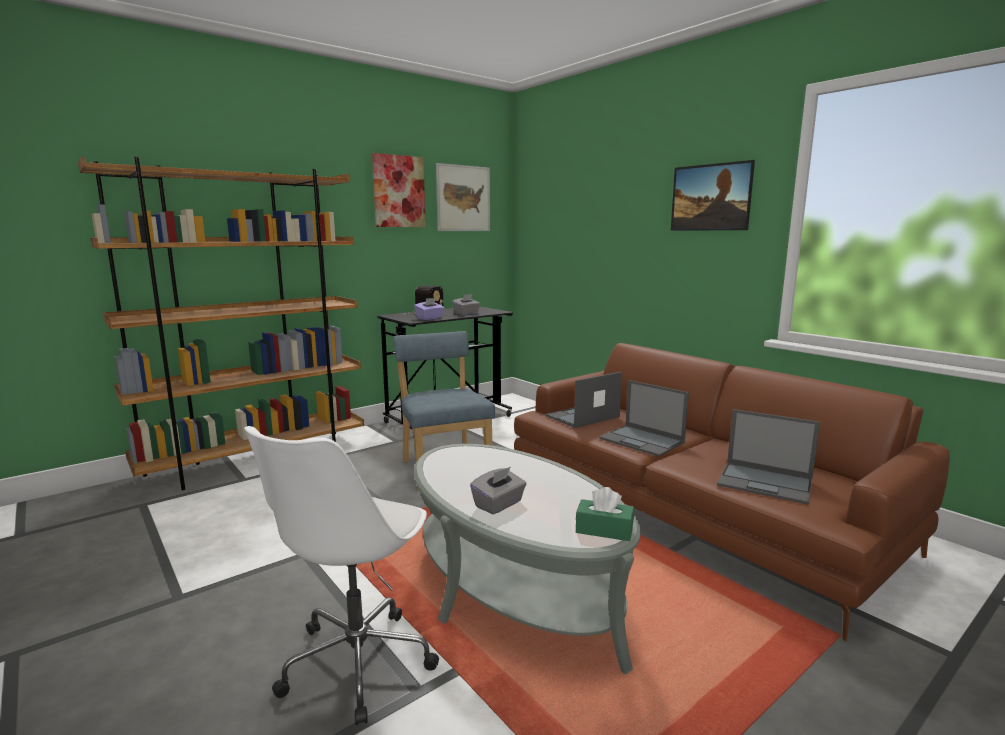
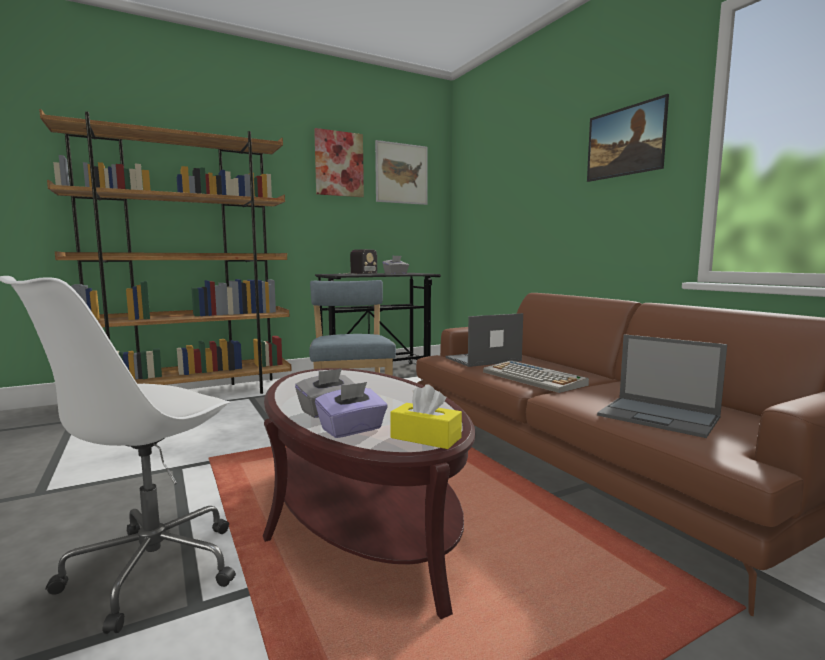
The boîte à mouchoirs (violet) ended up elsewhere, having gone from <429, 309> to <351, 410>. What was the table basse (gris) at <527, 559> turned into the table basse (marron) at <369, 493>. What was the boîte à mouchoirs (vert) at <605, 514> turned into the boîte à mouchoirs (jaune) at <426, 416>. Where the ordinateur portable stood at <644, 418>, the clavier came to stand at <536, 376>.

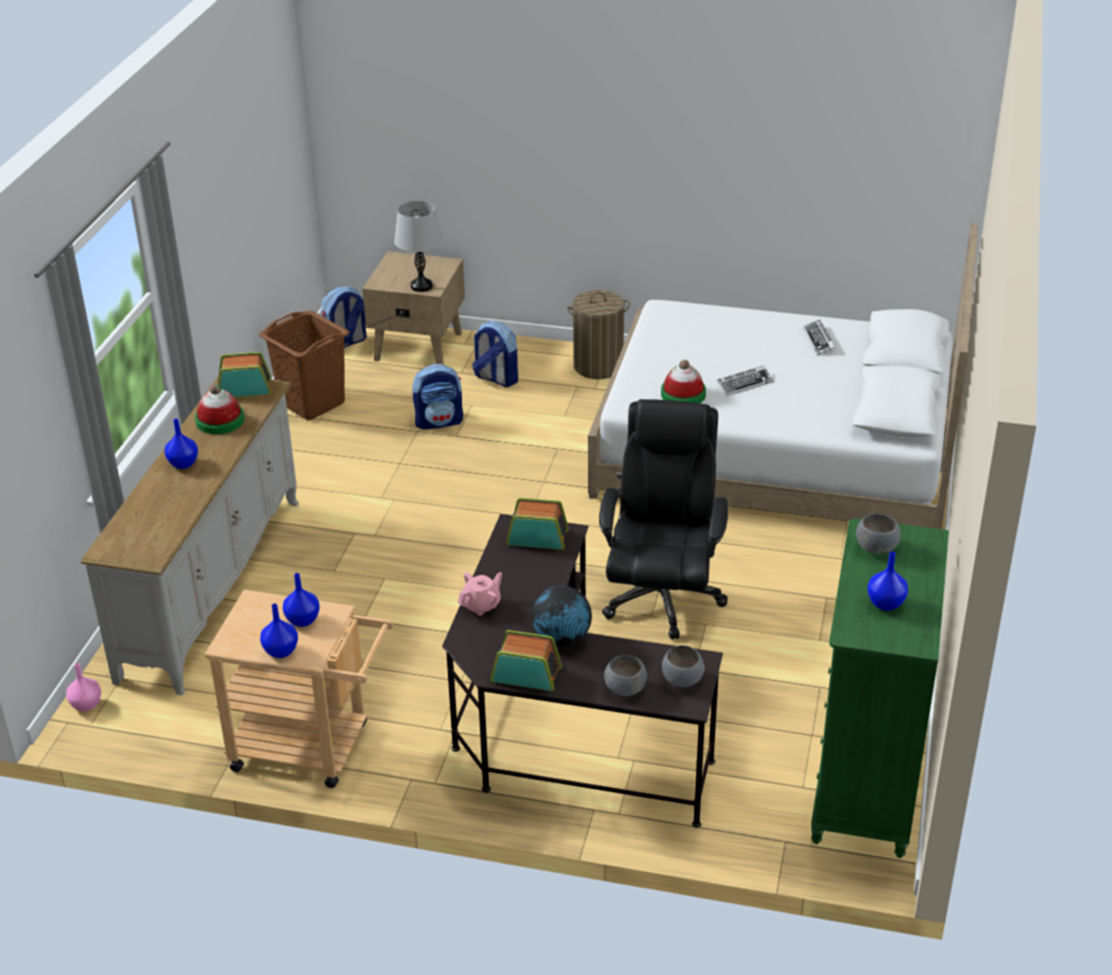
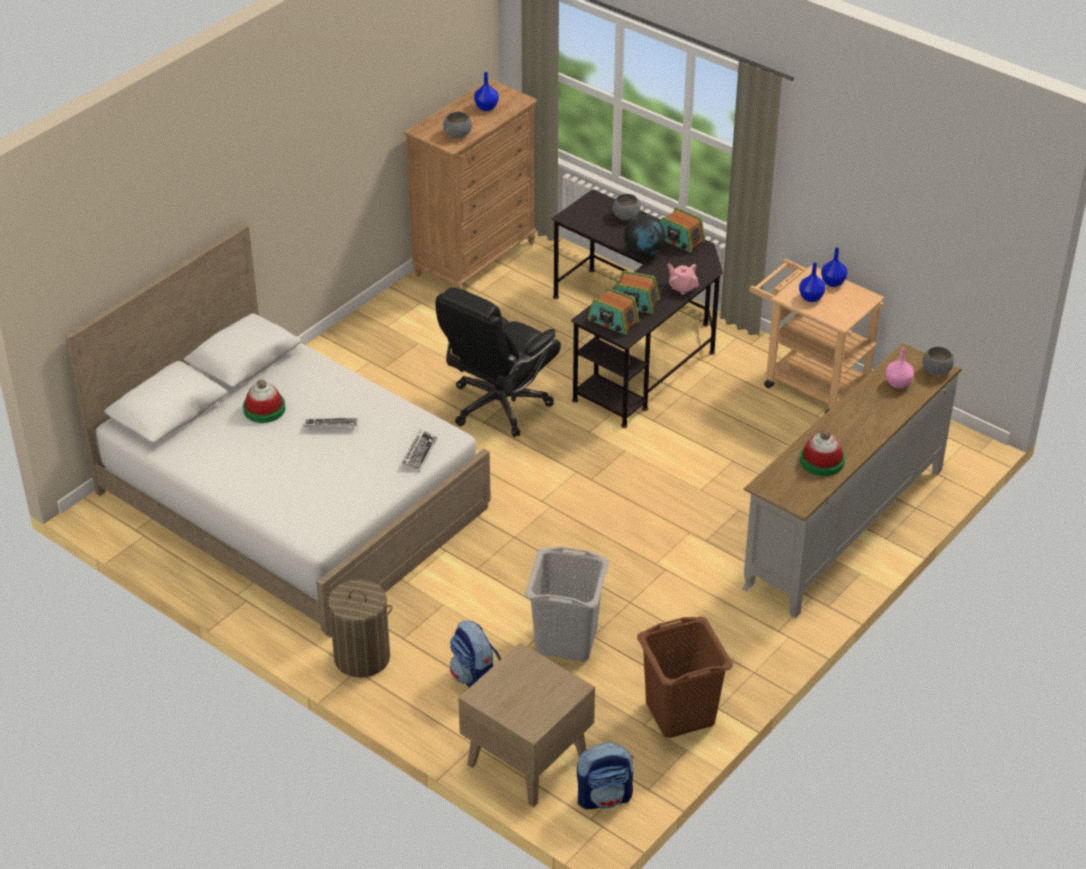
The vase (rose) ended up elsewhere, having gone from <83, 687> to <900, 367>. The second view lost the vase (bleu) at <181, 444>. The radio ended up elsewhere, having gone from <245, 374> to <637, 292>. The second view lost the lampe de table (gris) at <418, 246>. Where the sac à dos stood at <437, 397>, the panier à linge (gris) came to stand at <567, 603>. The théière (rose) at <480, 594> ended up facing another way, 60 degrees clockwise from before. The chapeau ended up elsewhere, having gone from <683, 382> to <264, 401>. The bol (gris) ended up elsewhere, having gone from <683, 666> to <938, 361>. The clavier ended up elsewhere, having gone from <819, 338> to <420, 450>. What was the commode (vert) at <880, 688> turned into the commode (marron) at <470, 184>.

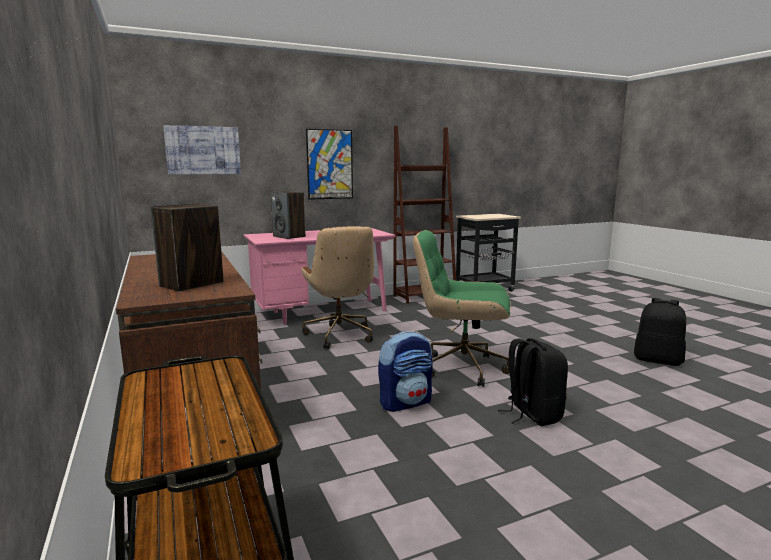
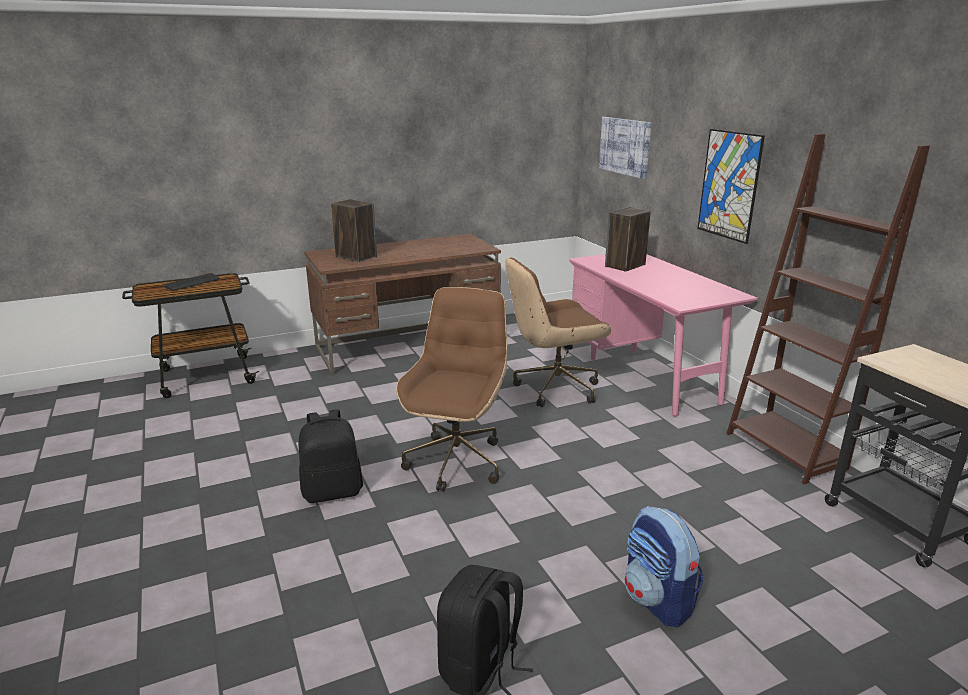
The sac à dos ended up elsewhere, having gone from <405, 371> to <664, 566>. What was the chaise de bureau (vert) at <462, 308> turned into the chaise de bureau (marron) at <451, 389>. The second view gained the clavier at <192, 282>.

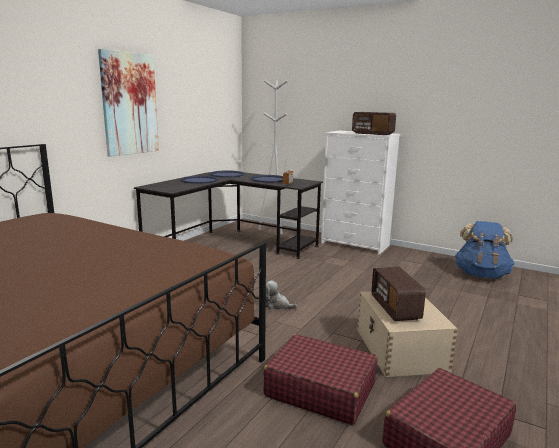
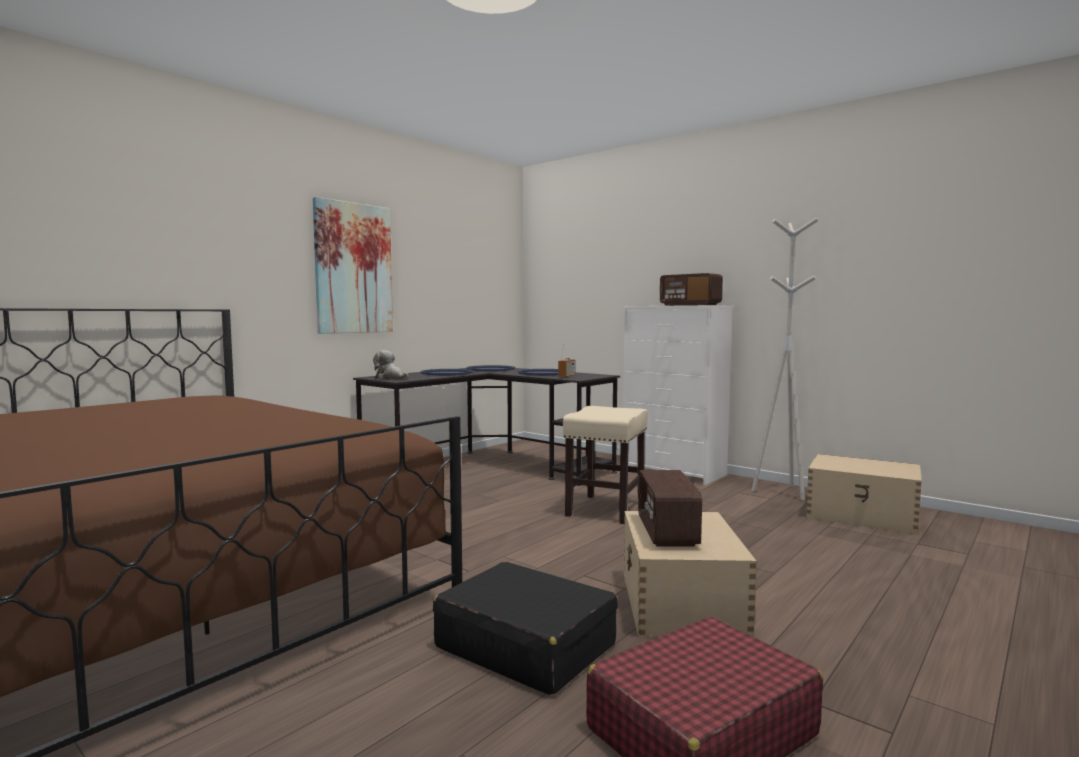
The portant (gris) ended up elsewhere, having gone from <273, 157> to <785, 358>. What was the valise (rouge) at <320, 379> turned into the valise (noir) at <525, 628>. The peluche ended up elsewhere, having gone from <281, 295> to <391, 365>. Where the sac à dos (bleu) stood at <484, 249>, the boîte de rangement (beige) came to stand at <864, 494>. The second view gained the tabouret (beige) at <605, 465>.

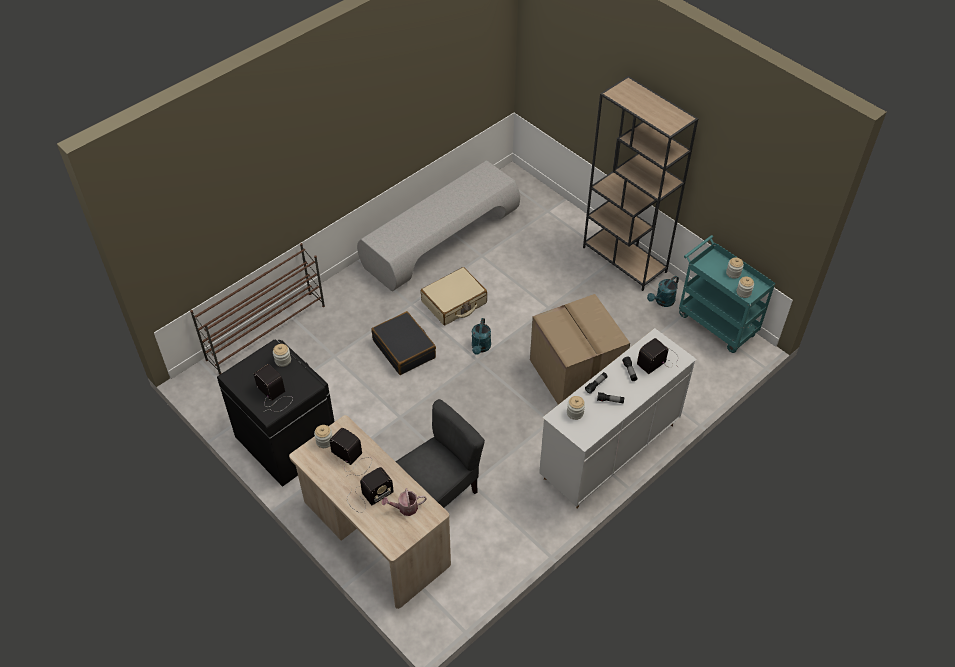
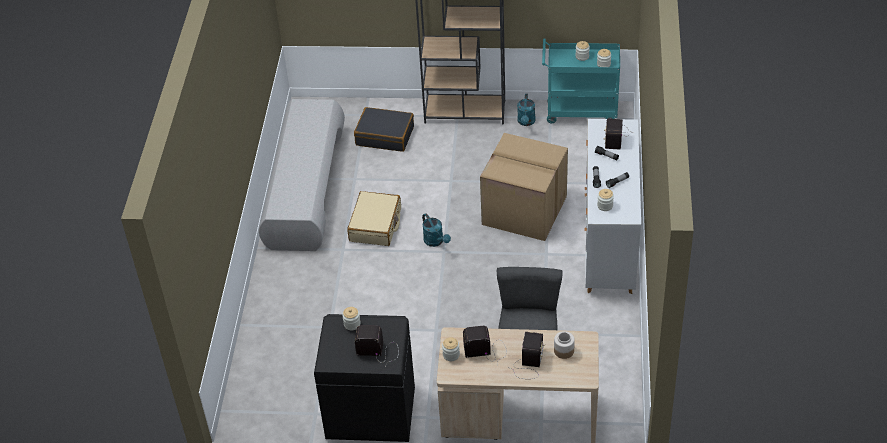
The second view lost the étagère à chaussures (marron) at <257, 309>. The valise (noir) ended up elsewhere, having gone from <403, 343> to <384, 129>. Where the arrosoir stood at <404, 502>, the bocal came to stand at <564, 345>.

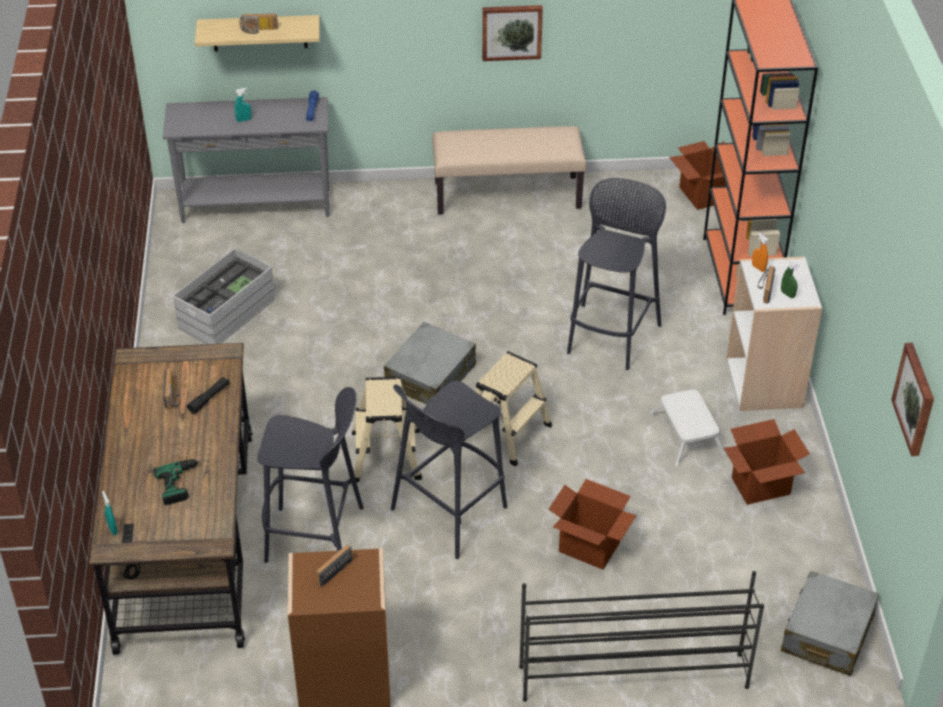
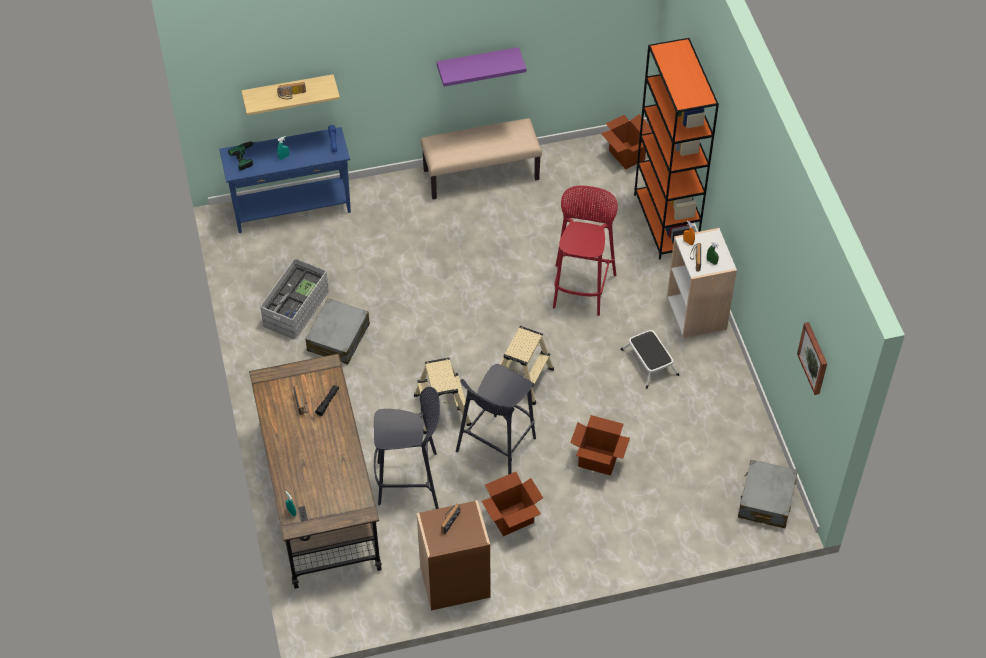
The perceuse ended up elsewhere, having gone from <180, 482> to <242, 156>. What was the table console (gris) at <246, 160> turned into the table console (bleu) at <285, 180>. The valise (gris) ended up elsewhere, having gone from <430, 363> to <338, 331>. Where the tableau hung at <512, 33>, the étagère (violet) came to hang at <481, 67>. The second view lost the étagère à chaussures (noir) at <641, 636>. What was the tabouret (gris) at <616, 274> turned into the tabouret (rouge) at <585, 251>. What was the escabeau (blanc) at <688, 428> turned into the escabeau (noir) at <649, 359>. The carton ended up elsewhere, having gone from <767, 462> to <512, 504>.

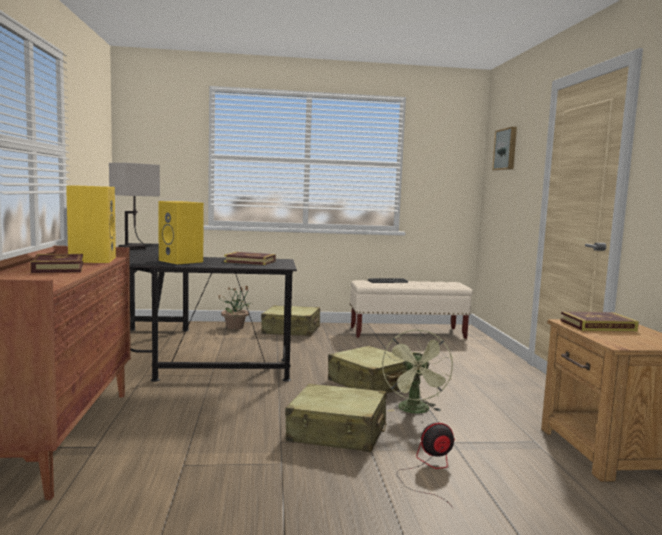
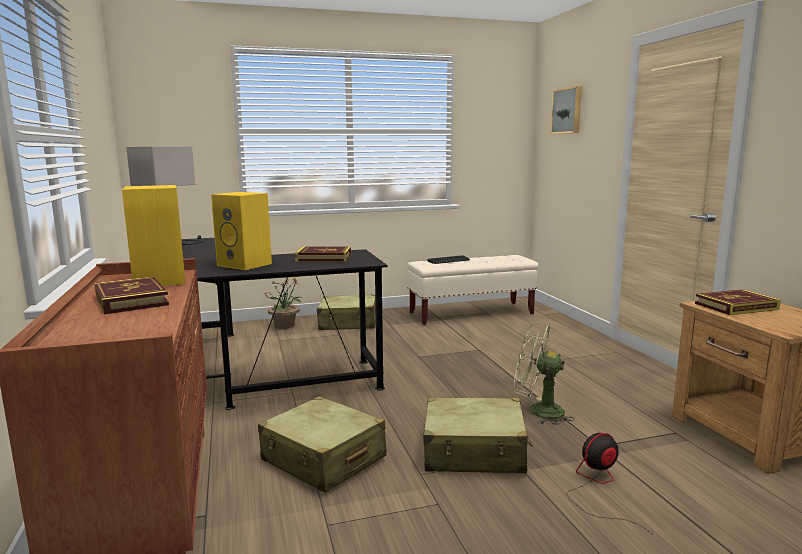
The valise (beige) ended up elsewhere, having gone from <367, 369> to <322, 444>. The ventilateur (vert) at <417, 371> ended up facing another way, 120 degrees clockwise from before.

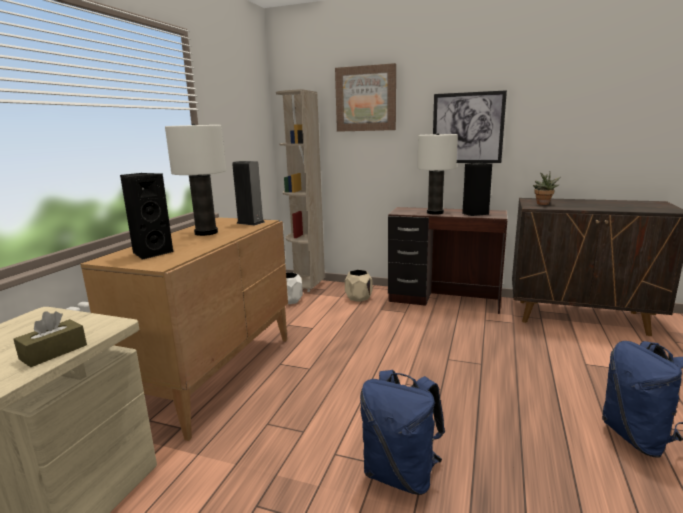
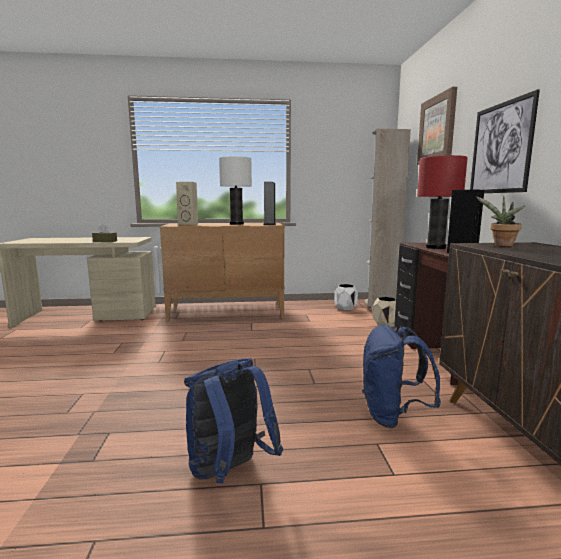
What was the enceinte (noir) at <146, 216> turned into the enceinte (beige) at <187, 203>. The sac à dos (bleu) ended up elsewhere, having gone from <402, 432> to <401, 376>. What was the lampe de table (blanc) at <437, 174> turned into the lampe de table (rouge) at <442, 202>.

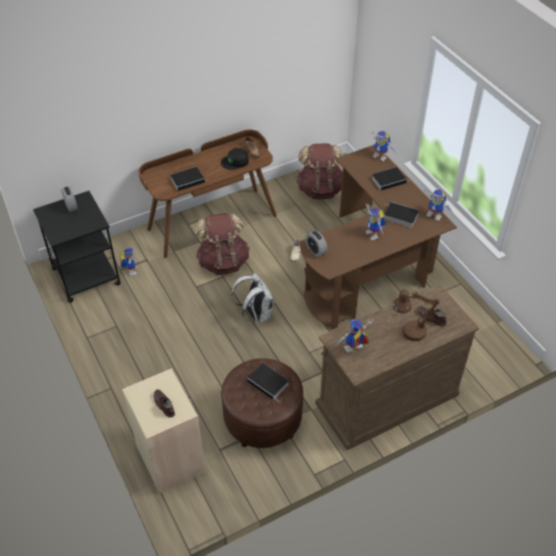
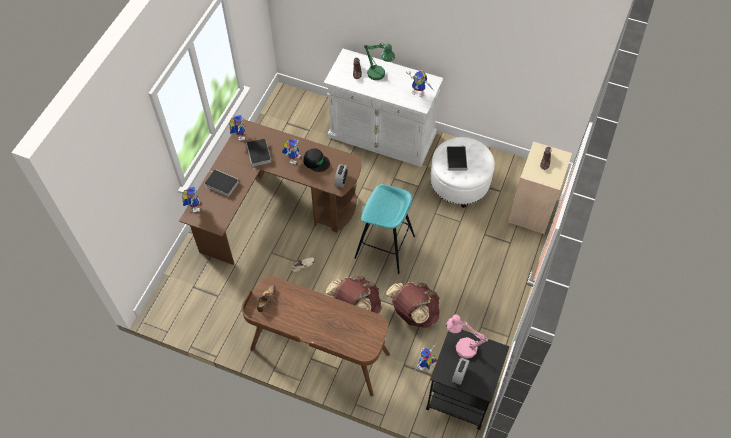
The second view lost the livre at <187, 179>. The casquette (noir) ended up elsewhere, having gone from <235, 159> to <316, 160>. What was the pouf (marron) at <262, 403> turned into the pouf (blanc) at <462, 172>. Where the sac à dos (blanc) stood at <253, 298>, the tabouret (turquoise) came to stand at <385, 229>. The sac à dos (marron) ended up elsewhere, having gone from <319, 171> to <413, 305>. What was the commode (marron) at <397, 367> turned into the commode (blanc) at <383, 108>. What was the lampe de table (marron) at <416, 315> turned into the lampe de table (vert) at <379, 61>. The second view gained the lampe de table (rose) at <467, 336>.

